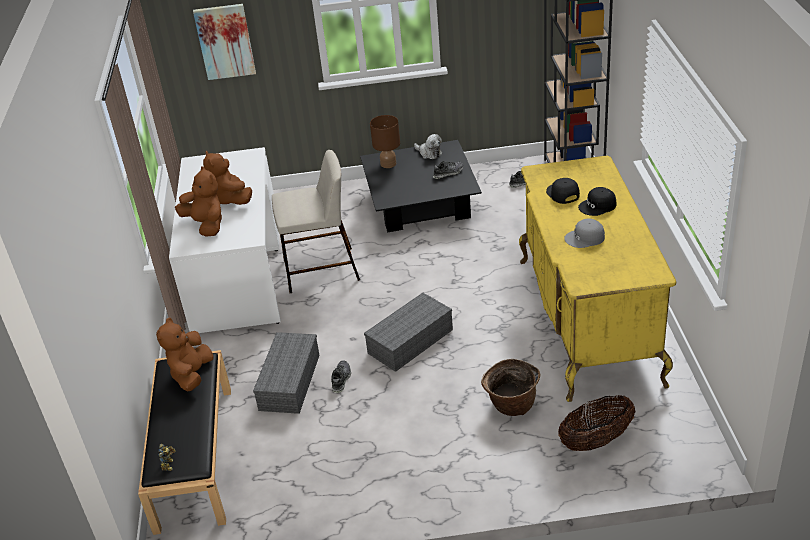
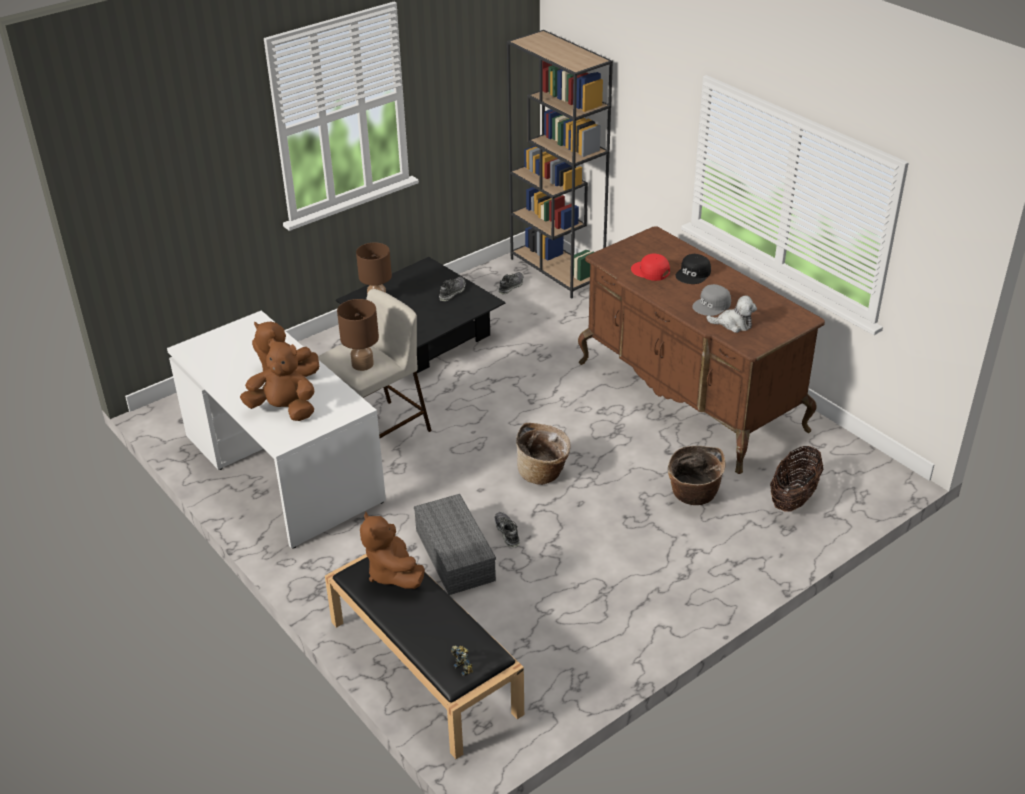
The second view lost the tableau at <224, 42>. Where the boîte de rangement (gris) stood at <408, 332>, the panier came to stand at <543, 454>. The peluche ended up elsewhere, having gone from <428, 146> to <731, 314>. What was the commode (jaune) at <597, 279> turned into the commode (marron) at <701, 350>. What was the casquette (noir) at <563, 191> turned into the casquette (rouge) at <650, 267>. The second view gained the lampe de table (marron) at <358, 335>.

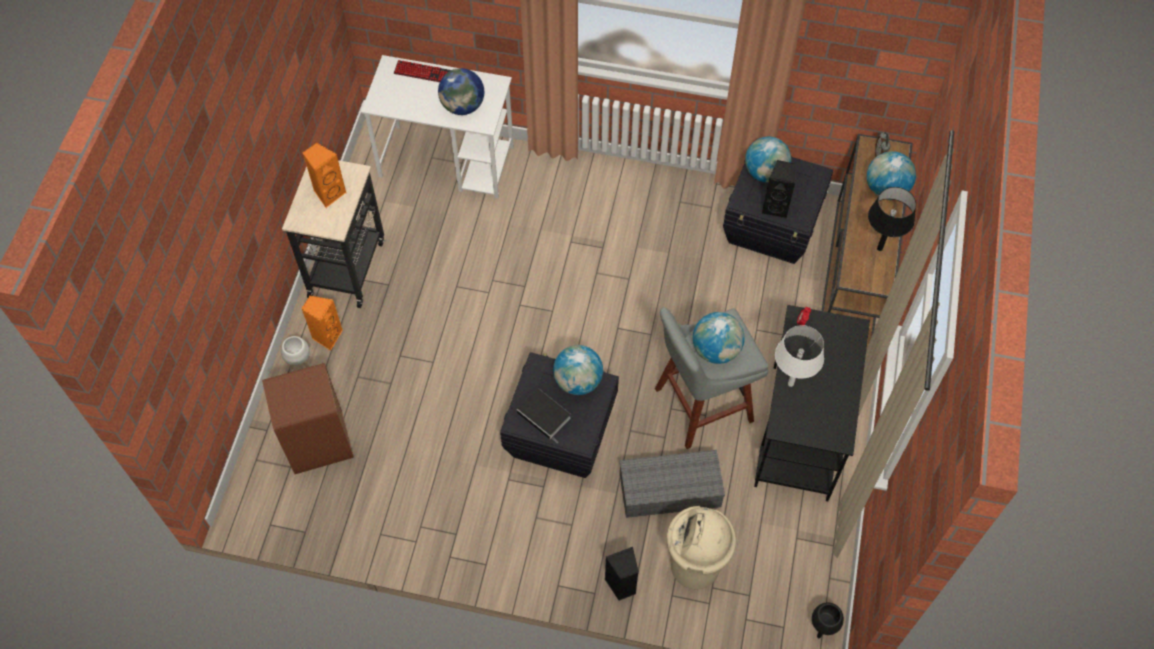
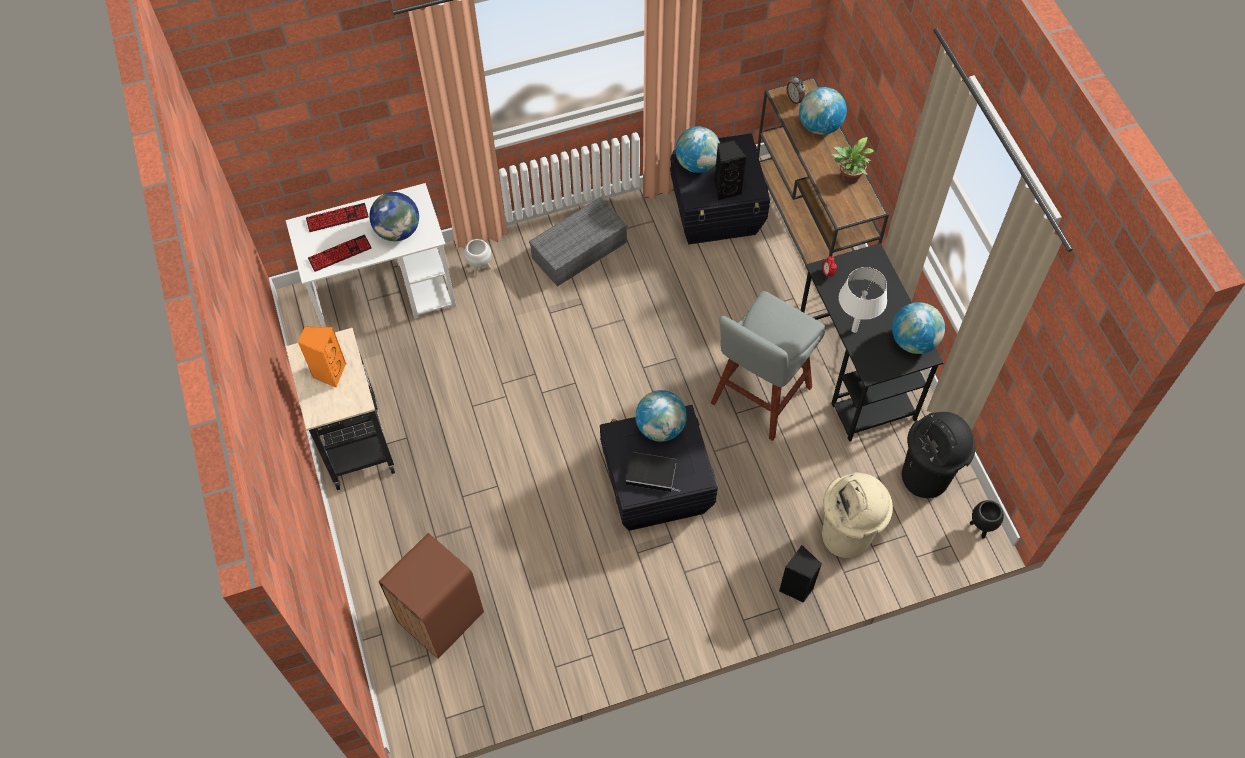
The cache-pot (blanc) ended up elsewhere, having gone from <295, 353> to <477, 257>. The second view lost the enceinte (orange) at <322, 323>. The boîte de rangement (gris) ended up elsewhere, having gone from <672, 484> to <578, 242>. The globe ended up elsewhere, having gone from <719, 338> to <918, 328>. Where the lampe de table (noir) stood at <892, 219>, the plante en pot came to stand at <852, 160>. The second view gained the clavier at <340, 253>. The second view gained the poubelle (noir) at <938, 455>.

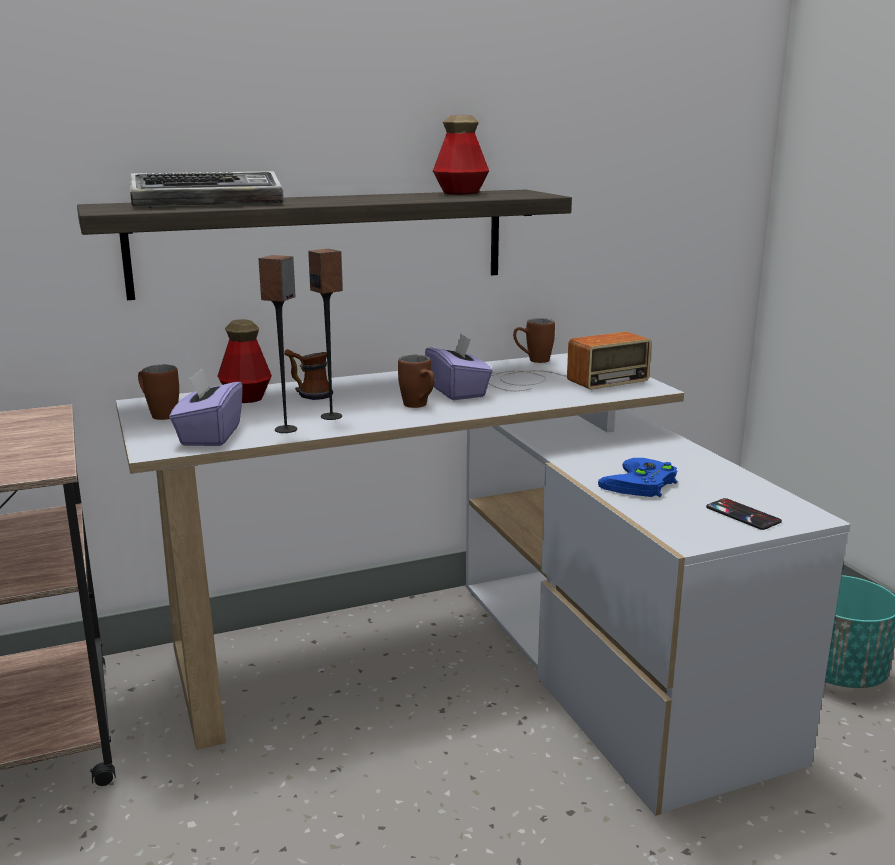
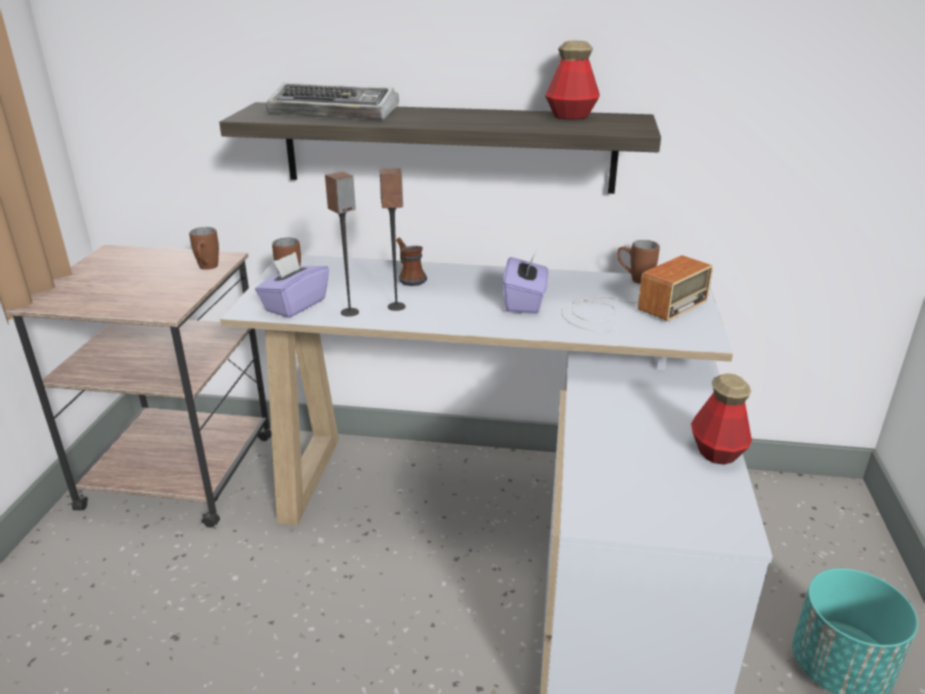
The bouteille ended up elsewhere, having gone from <245, 361> to <721, 419>. The mug (marron) ended up elsewhere, having gone from <416, 381> to <204, 248>. The radio at <570, 361> ended up facing another way, 45 degrees counterclockwise from before. The second view lost the manette (bleu) at <637, 477>. The second view lost the téléphone at <744, 514>.

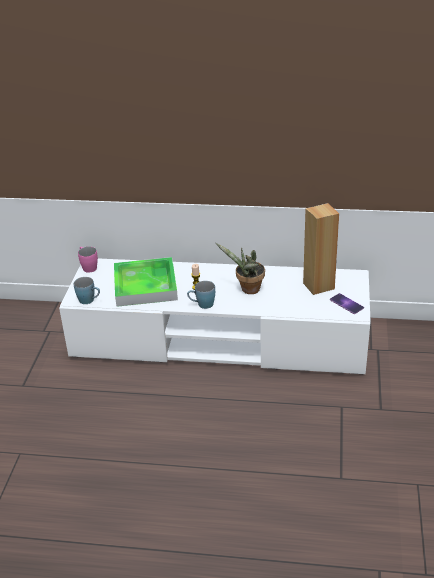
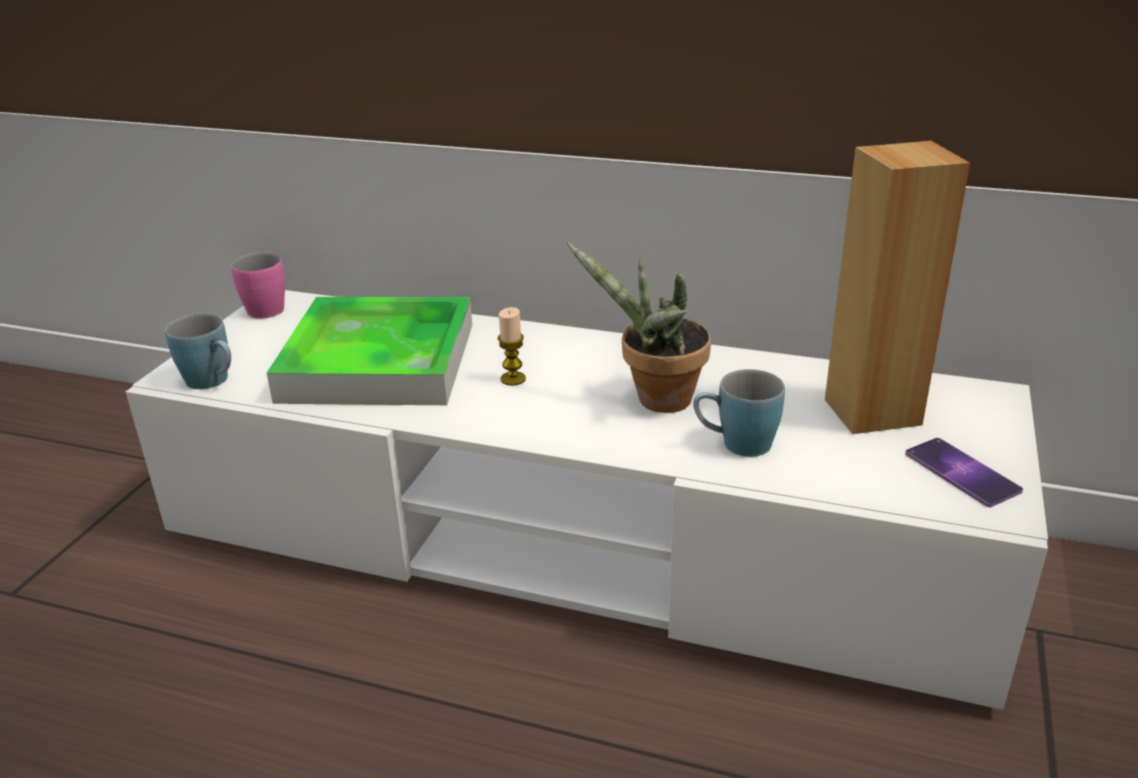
The mug (bleu) ended up elsewhere, having gone from <201, 295> to <739, 413>.

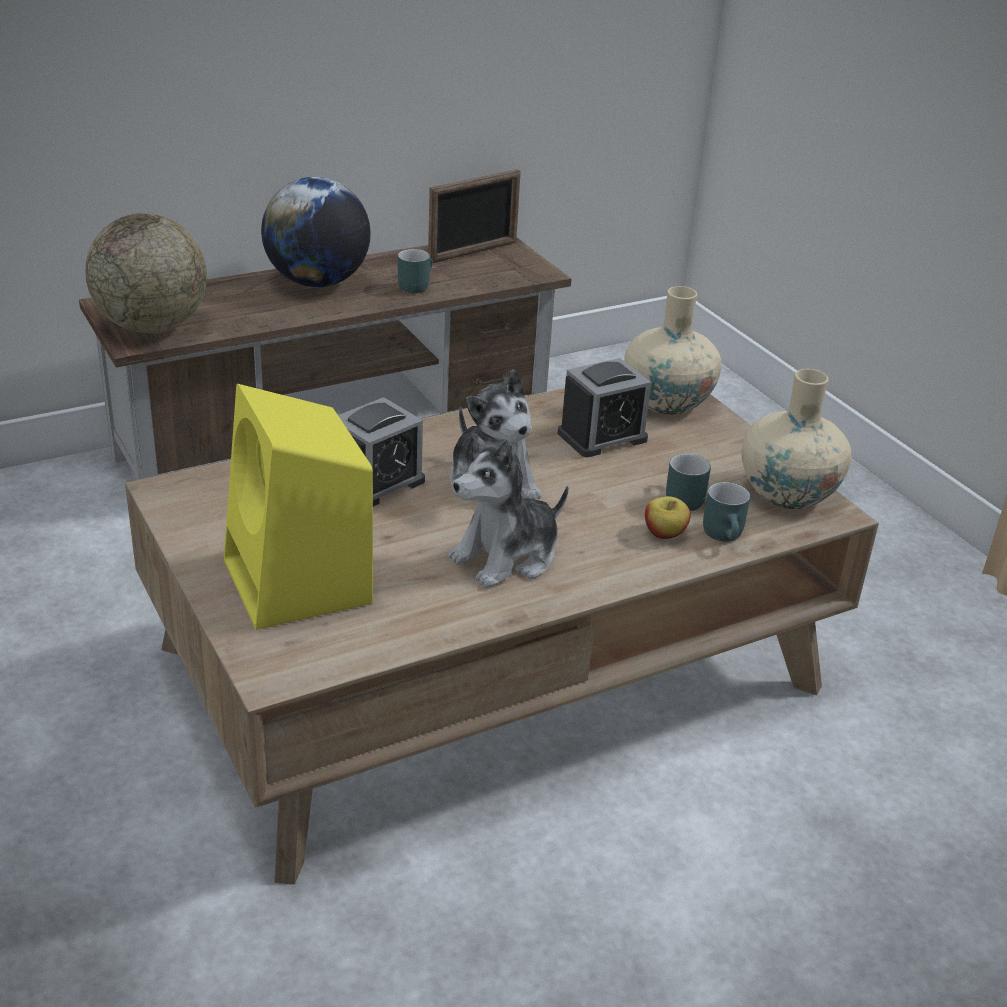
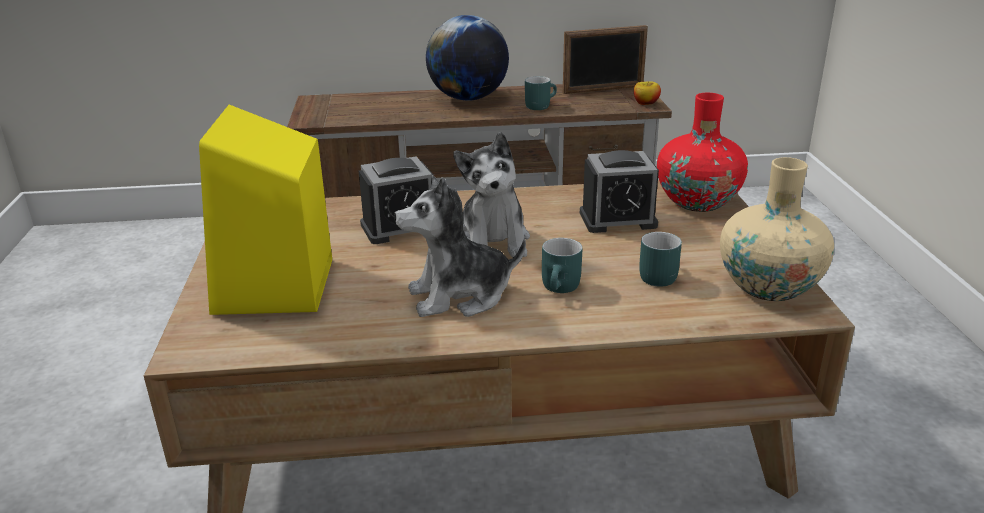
The second view lost the globe at <146, 273>. What was the vase (beige) at <672, 350> turned into the vase (rouge) at <702, 152>. The pomme ended up elsewhere, having gone from <668, 517> to <647, 93>. The mug (turquoise) ended up elsewhere, having gone from <726, 512> to <562, 265>.

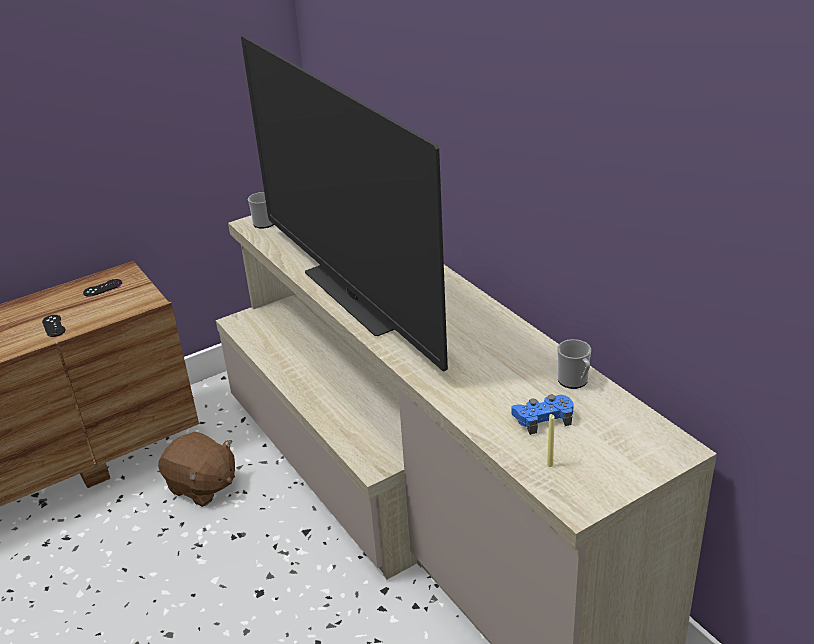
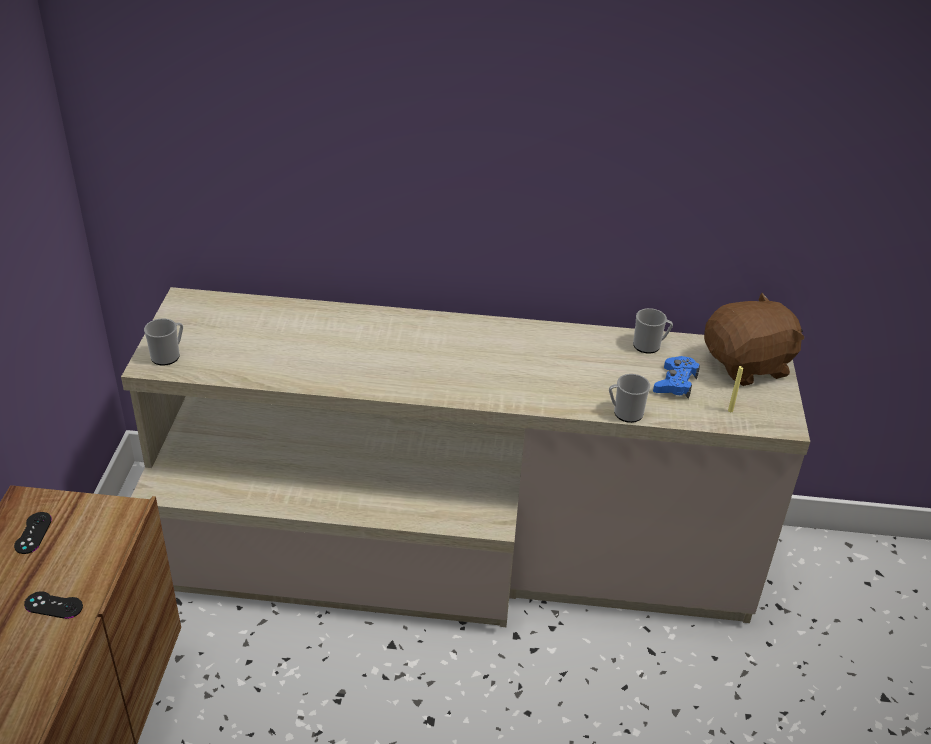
The peluche (marron) ended up elsewhere, having gone from <196, 469> to <754, 339>. The second view lost the téléviseur at <344, 204>. The second view gained the mug at <629, 398>.

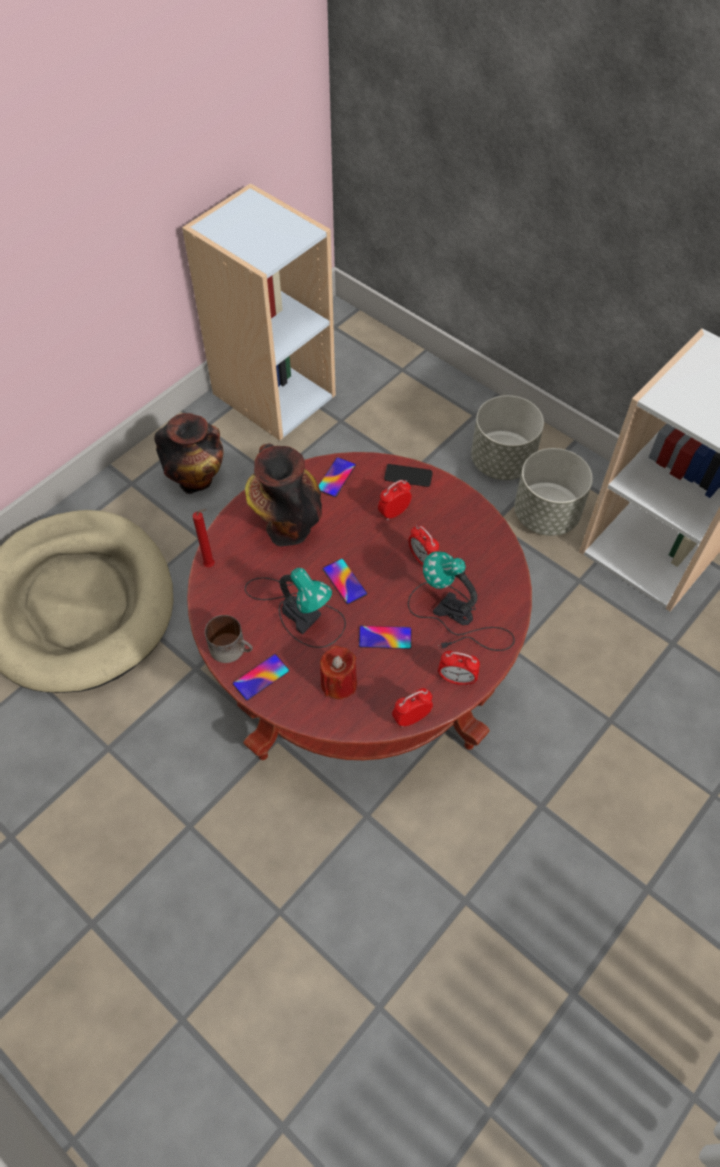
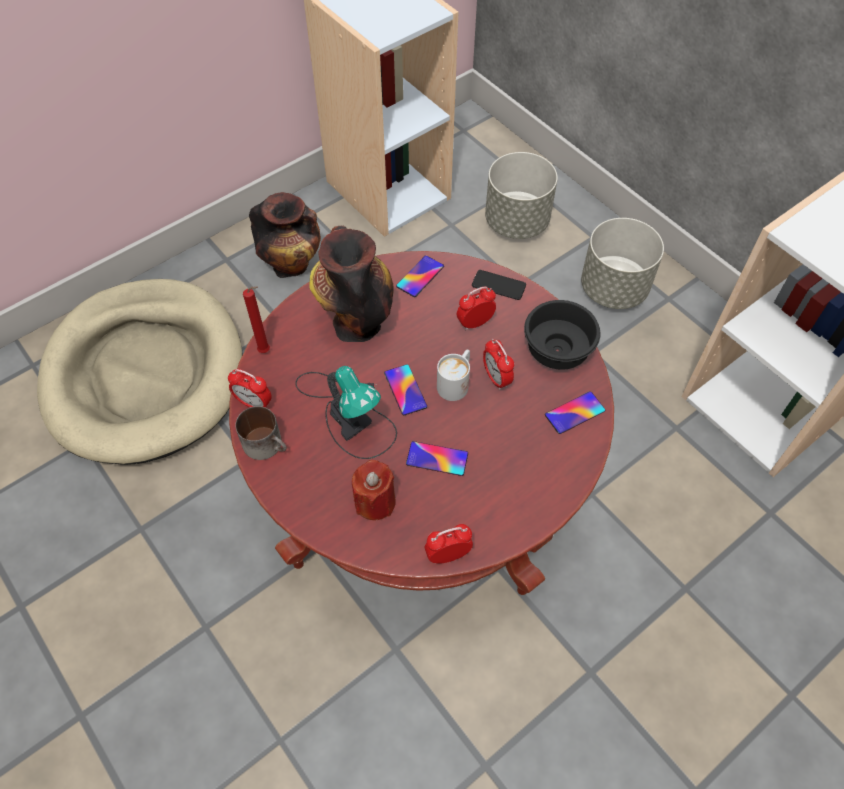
The téléphone ended up elsewhere, having gone from <261, 677> to <575, 412>. The second view lost the lampe de table at <461, 601>. The réveil ended up elsewhere, having gone from <459, 668> to <250, 388>. The cache-pot (gris) ended up elsewhere, having gone from <553, 492> to <521, 195>. The second view gained the mug (blanc) at <453, 375>. The second view gained the bol (noir) at <562, 335>.

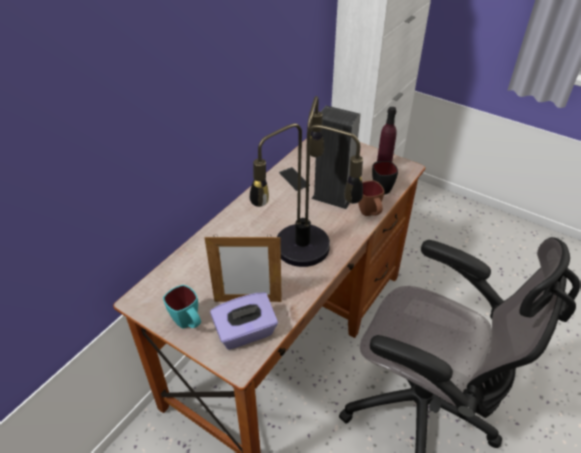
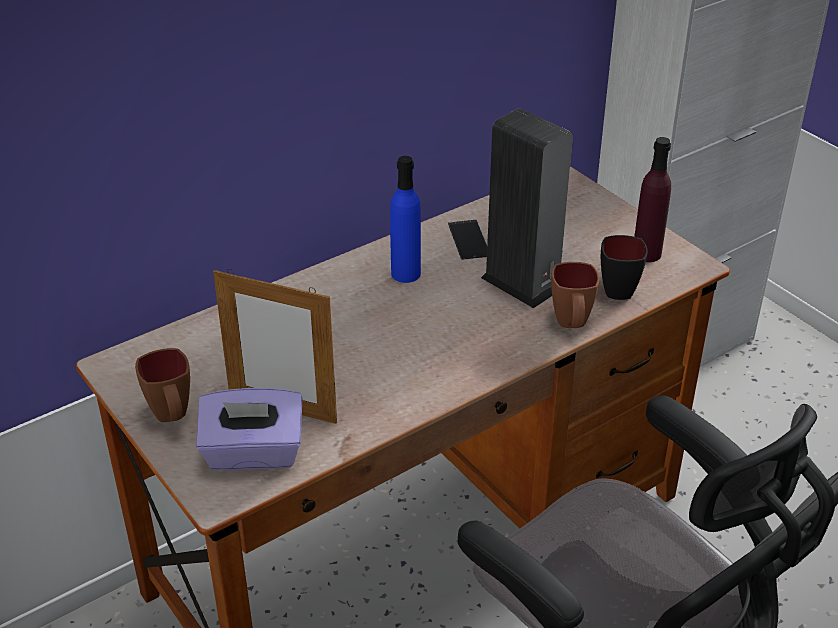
What was the mug (turquoise) at <182, 307> turned into the mug (marron) at <162, 385>. The second view lost the lampe de table at <306, 181>. The second view gained the bouteille (bleu) at <405, 219>.

